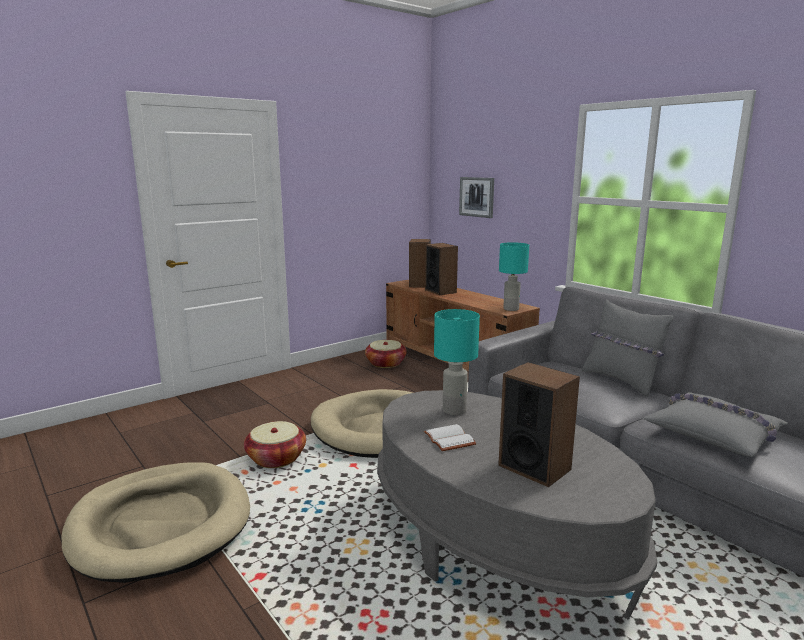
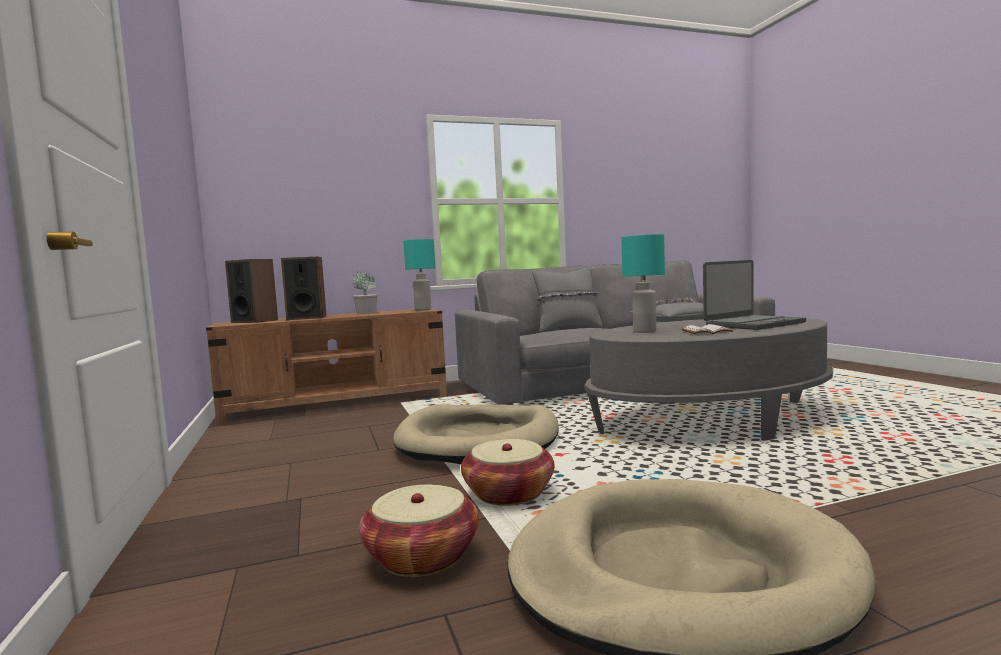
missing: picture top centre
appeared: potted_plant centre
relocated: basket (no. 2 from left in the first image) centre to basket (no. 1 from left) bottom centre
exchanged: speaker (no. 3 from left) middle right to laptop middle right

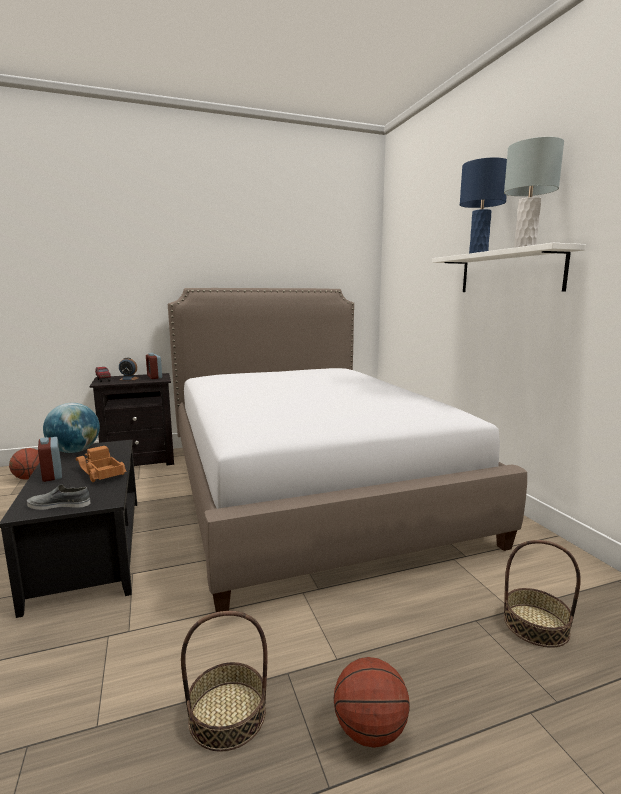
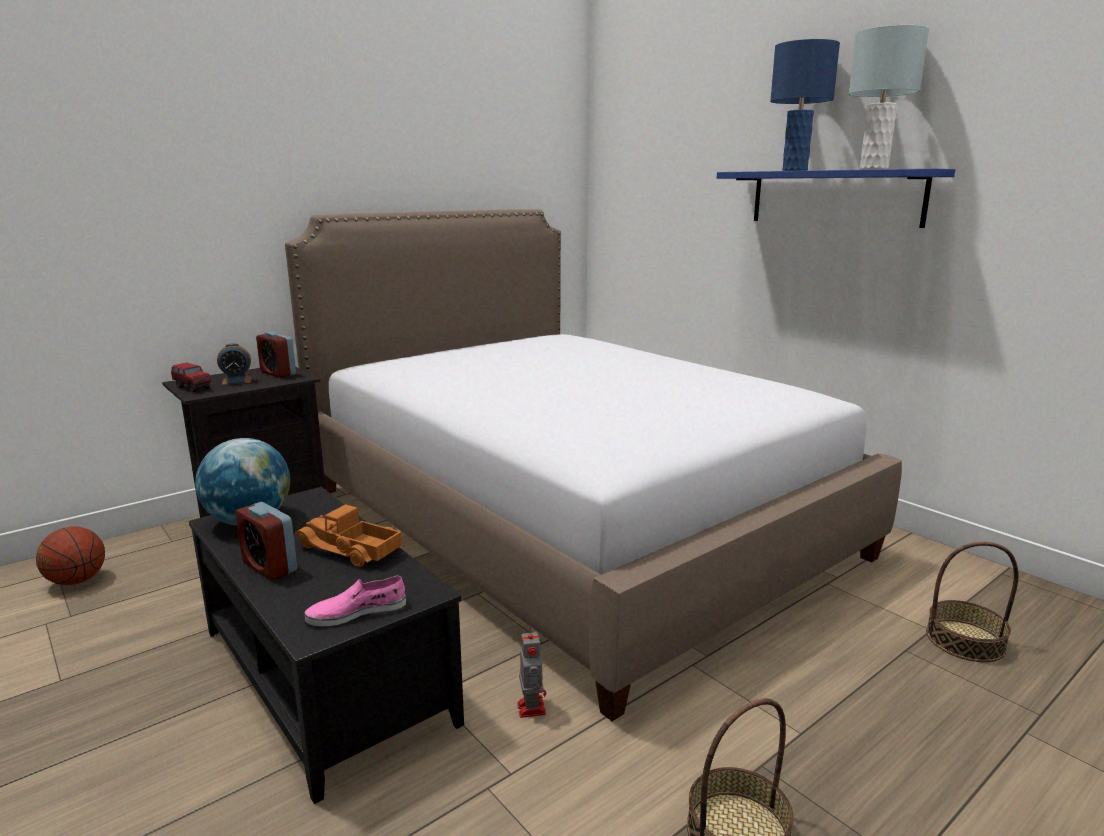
missing: basketball (no. 2 from left) bottom centre
appeared: toy_robot bottom centre
colour: white_shelf middle right to blue_shelf top right; grey_shoe middle left to pink_shoe bottom left

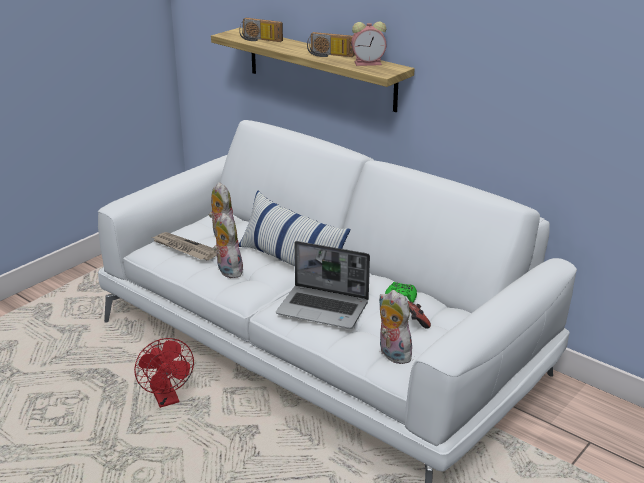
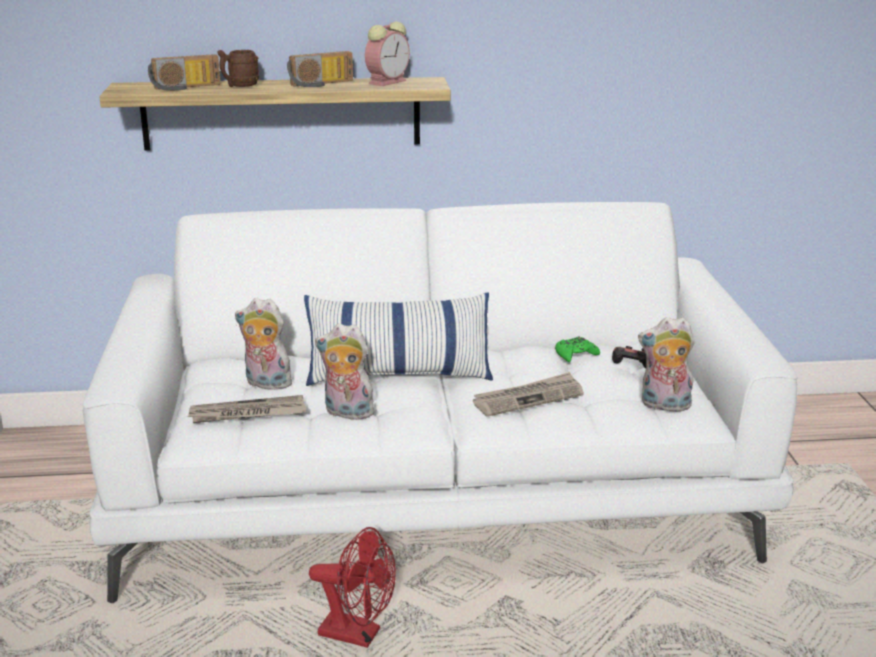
appeared: brown_mug top left
exchanged: laptop centre to newspaper (no. 2 from left) centre

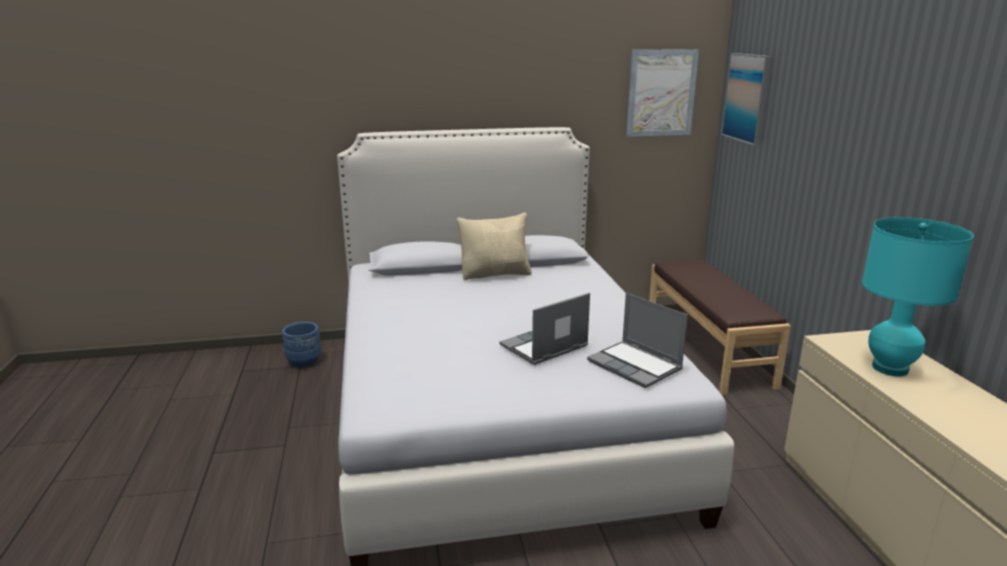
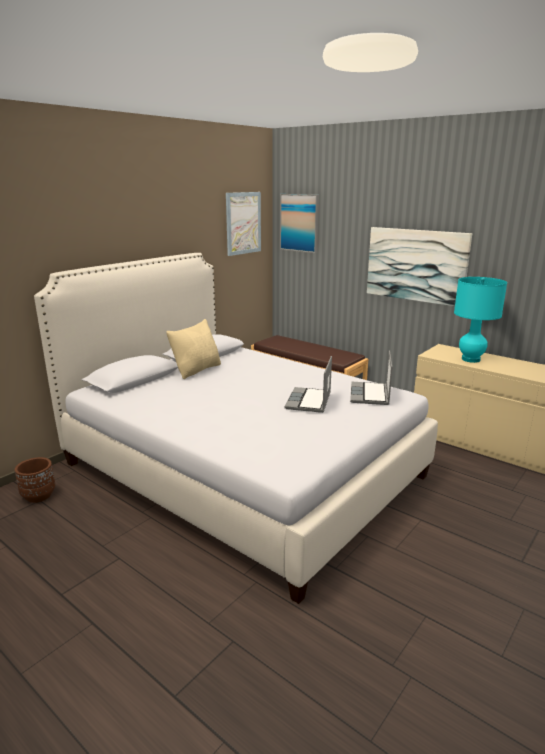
appeared: picture (no. 3 from left) middle right
colour: blue_planter middle left to brown_planter middle left
spun: laptop (no. 2 from left) centre = middle right 90 degrees clockwise

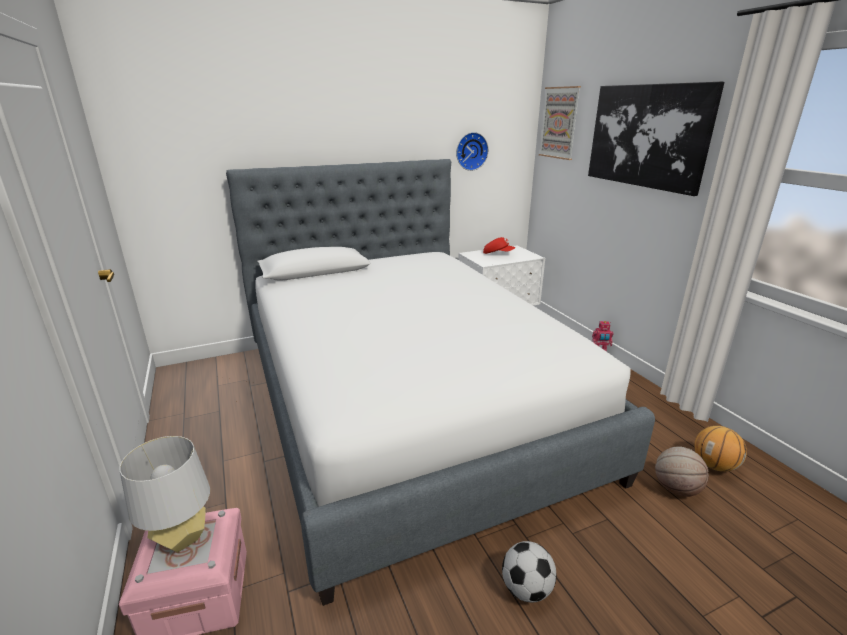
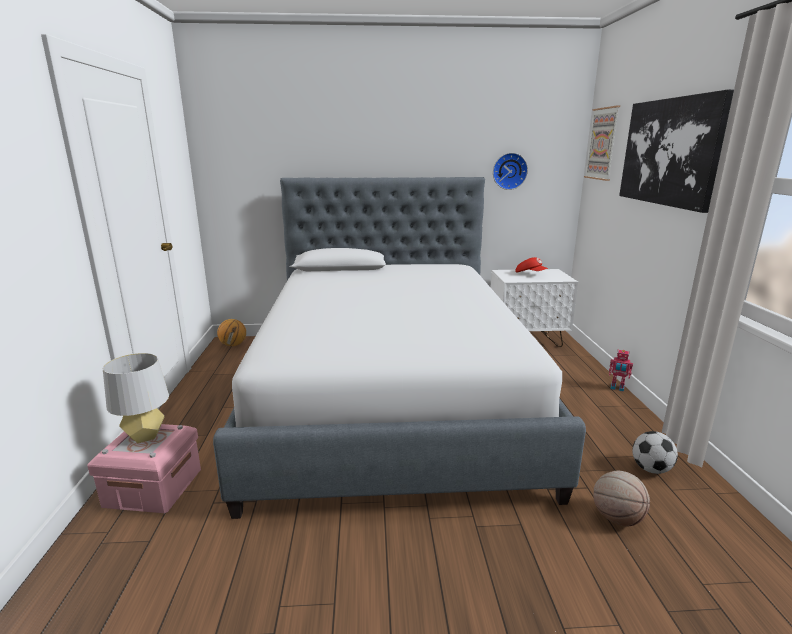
relocated: basketball (no. 2 from left in the first image) bottom right to basketball (no. 1 from left) middle left; football bottom centre to bottom right

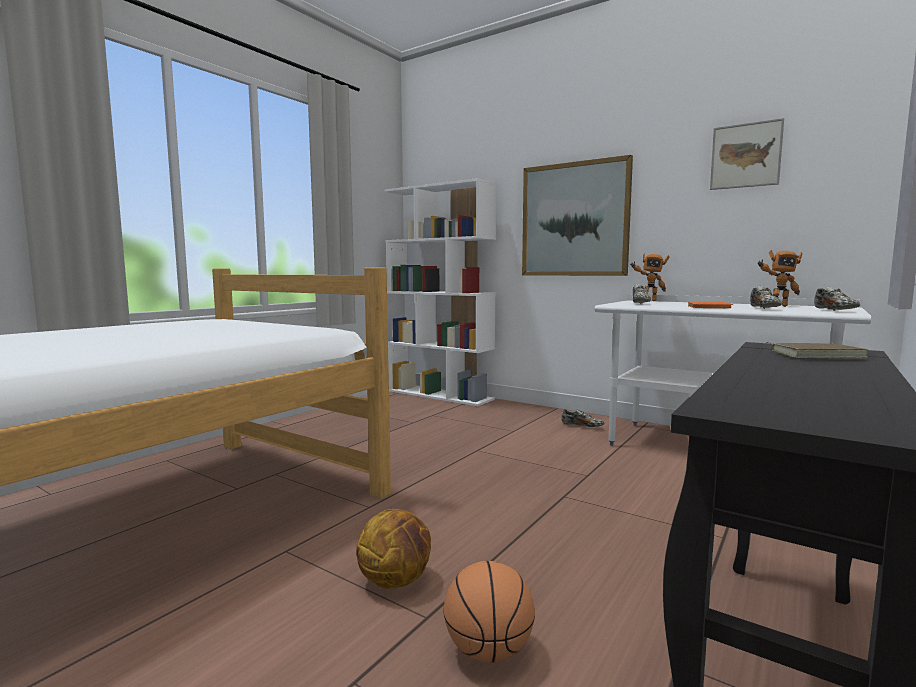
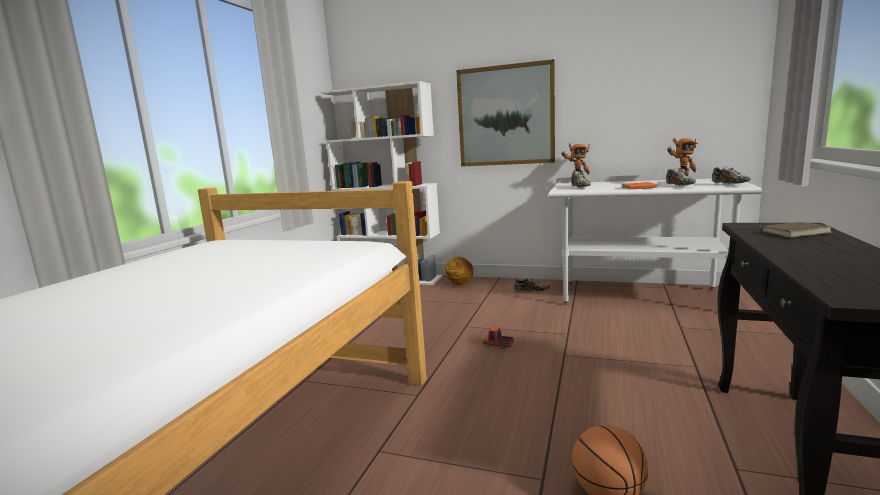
missing: picture (no. 2 from left) top right
appeared: toy_truck bottom centre
relocated: basketball (no. 1 from left) bottom centre to centre

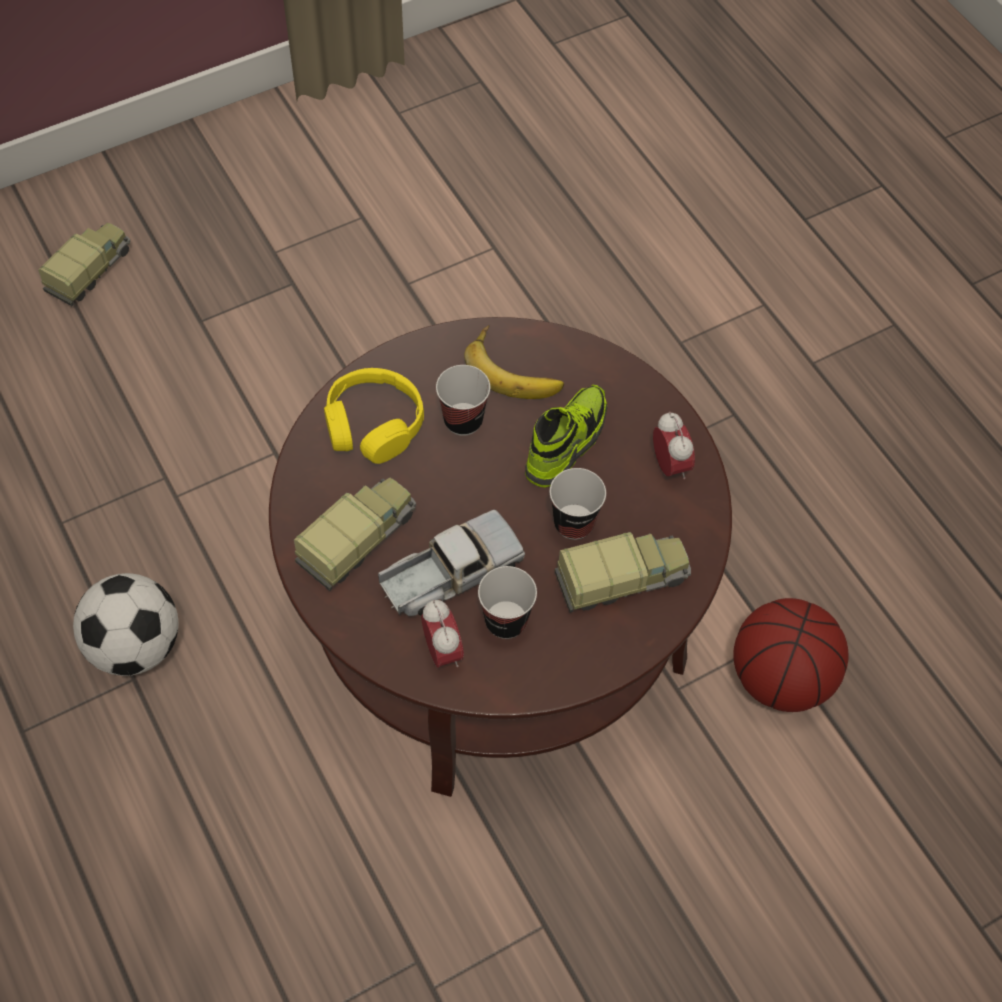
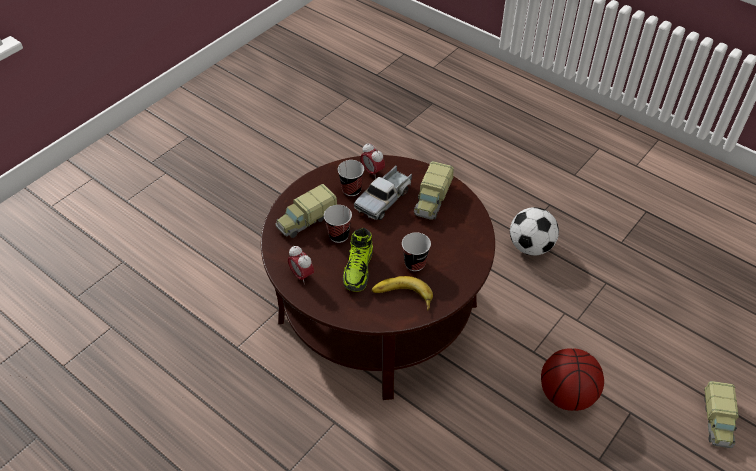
missing: yellow_headphones centre
relocated: basketball middle right to bottom right

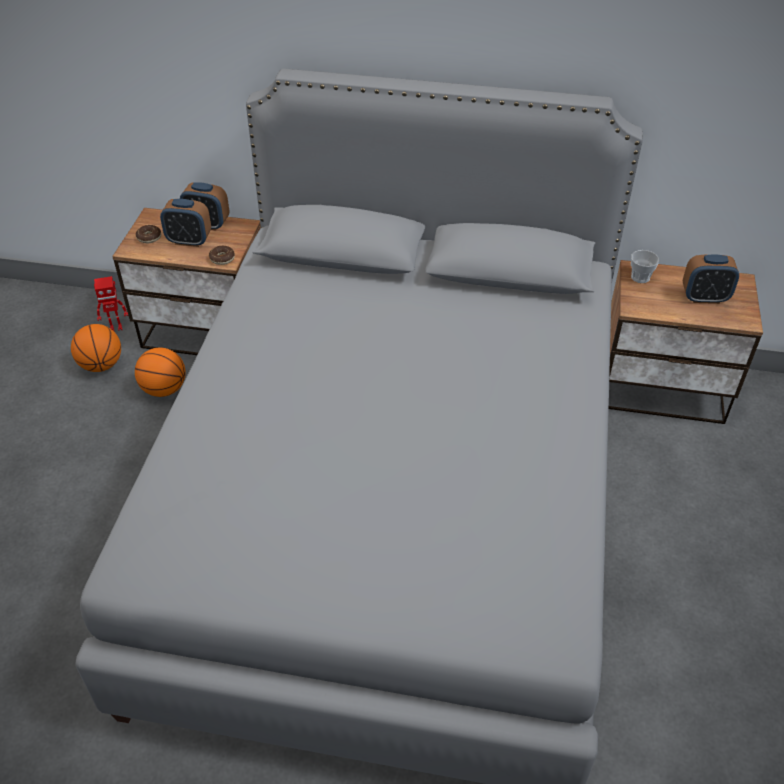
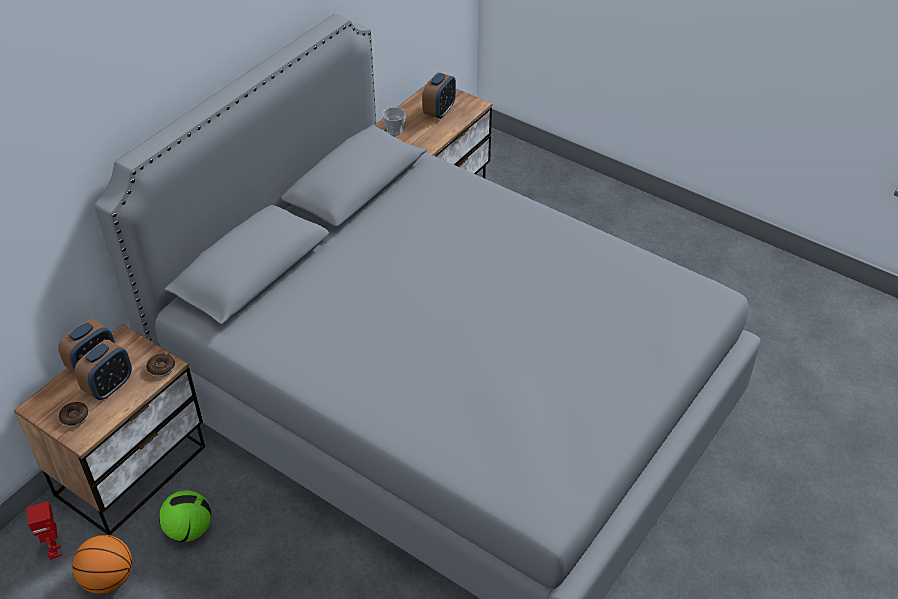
exchanged: basketball (no. 2 from left) middle left to football bottom left
spun: toy_robot middle left = bottom left 150 degrees clockwise

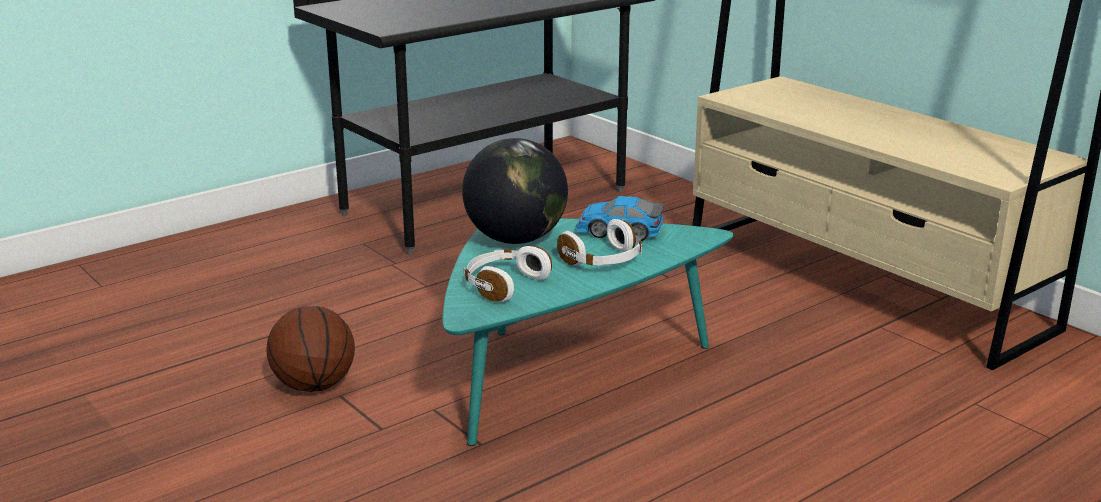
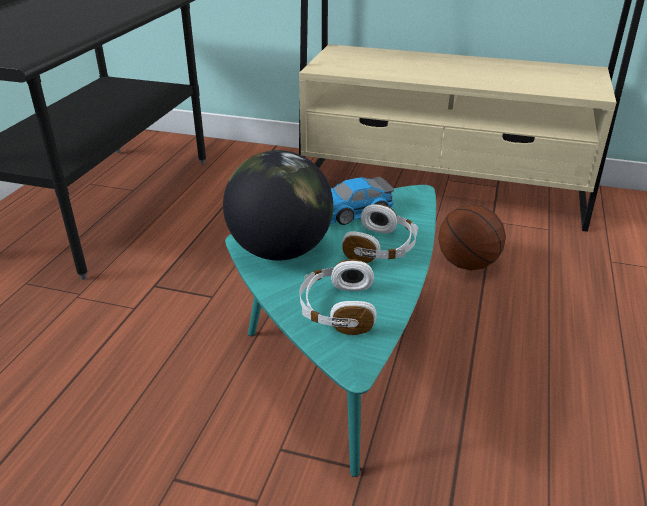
relocated: basketball bottom left to middle right

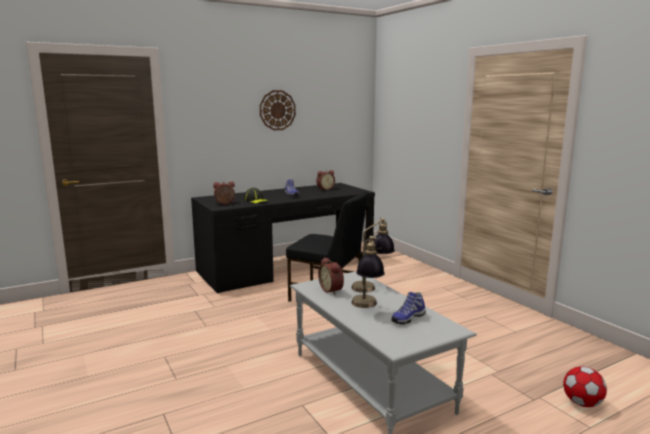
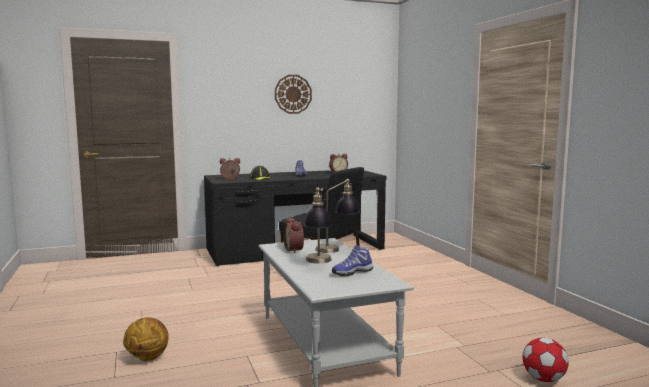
appeared: basketball bottom left

